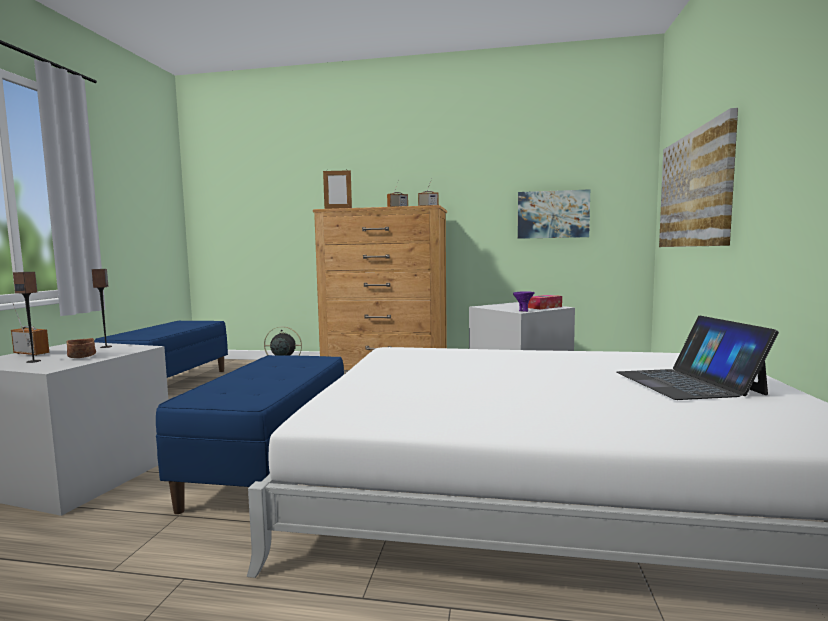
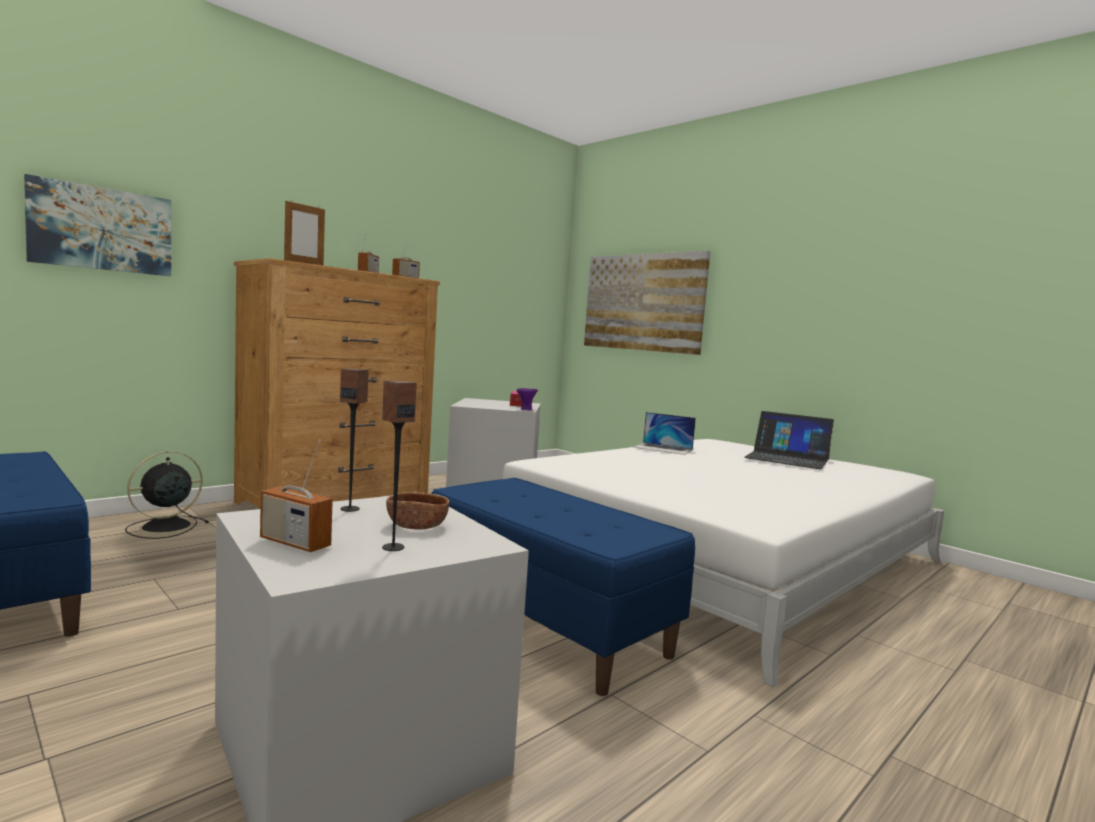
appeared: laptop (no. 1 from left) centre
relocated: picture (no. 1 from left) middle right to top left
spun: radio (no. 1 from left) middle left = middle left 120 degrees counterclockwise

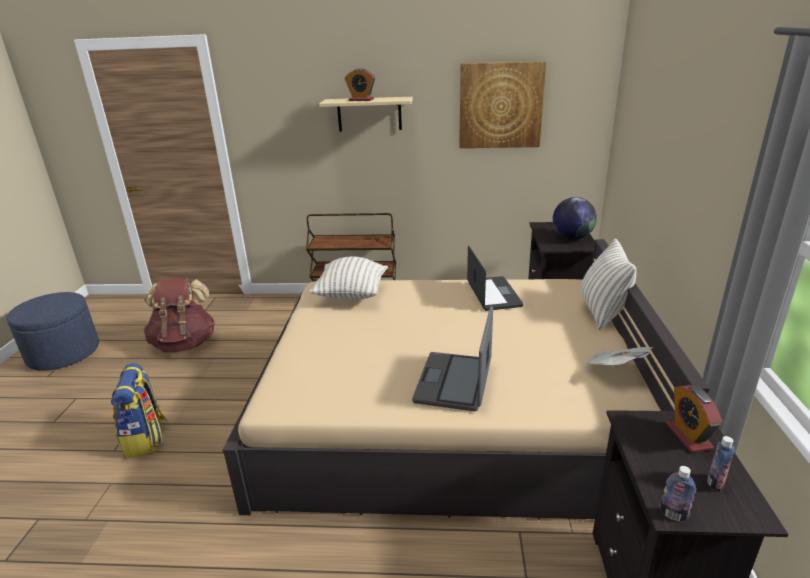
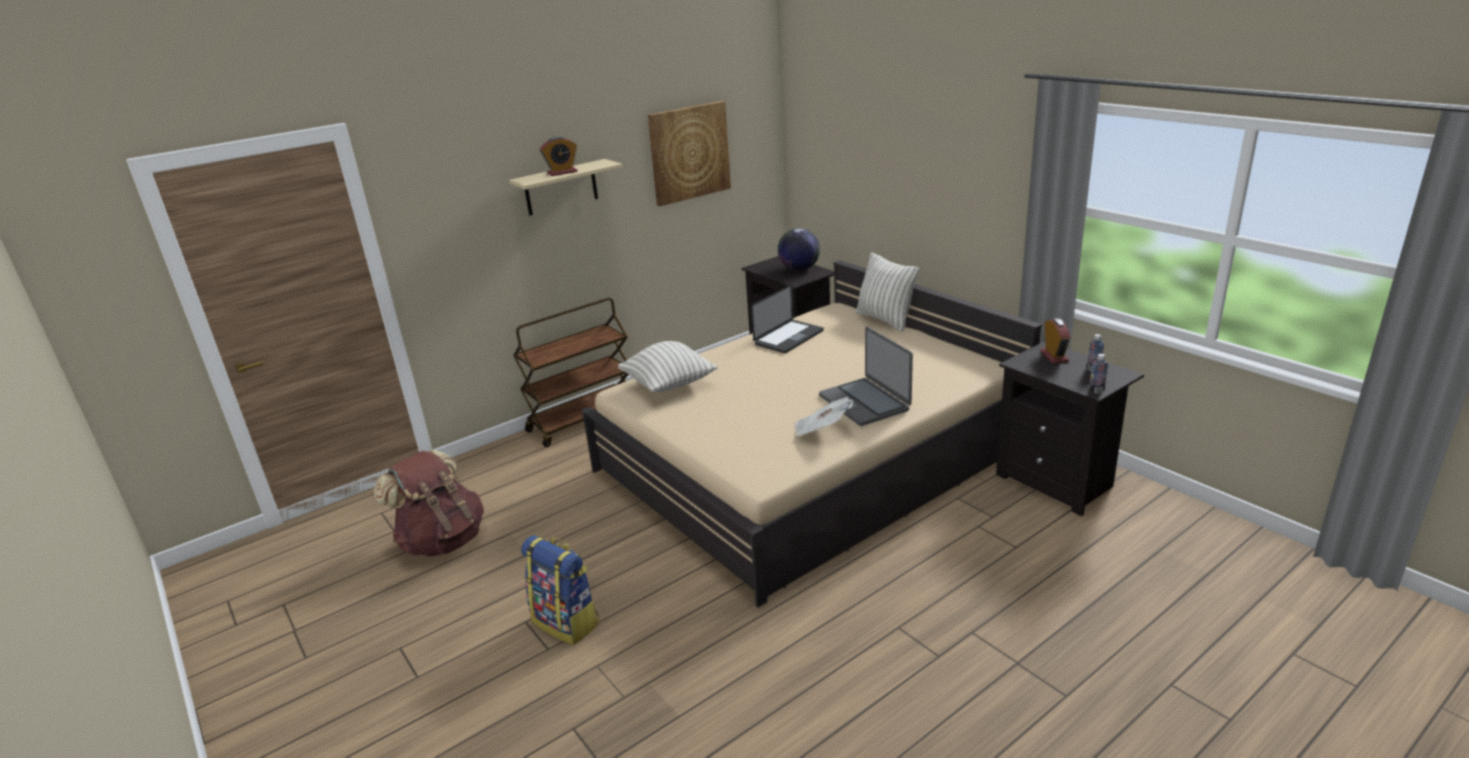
missing: blue_ottoman middle left
relocated: newspaper middle right to centre
spun: laptop (no. 2 from left in the first image) centre = centre 90 degrees clockwise; alarm_clock (no. 2 from left) bottom right = middle right 135 degrees counterclockwise

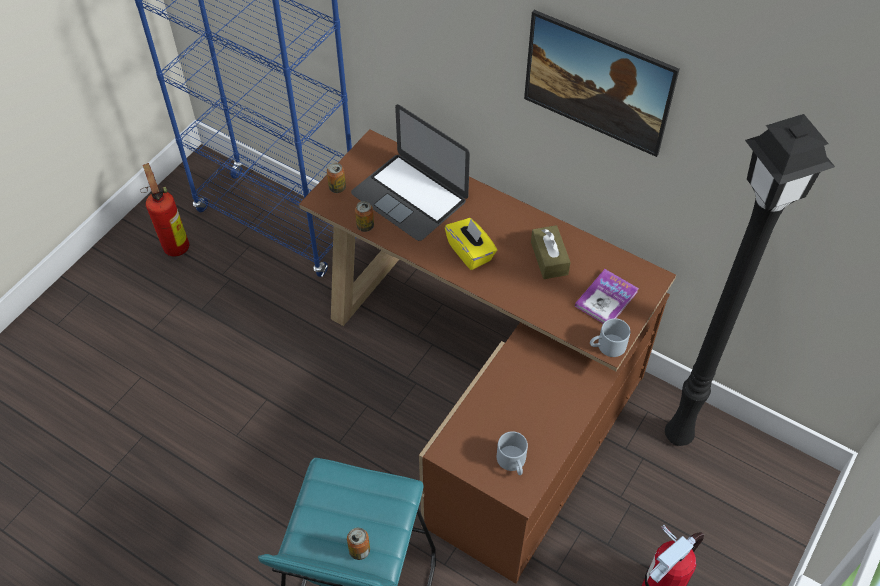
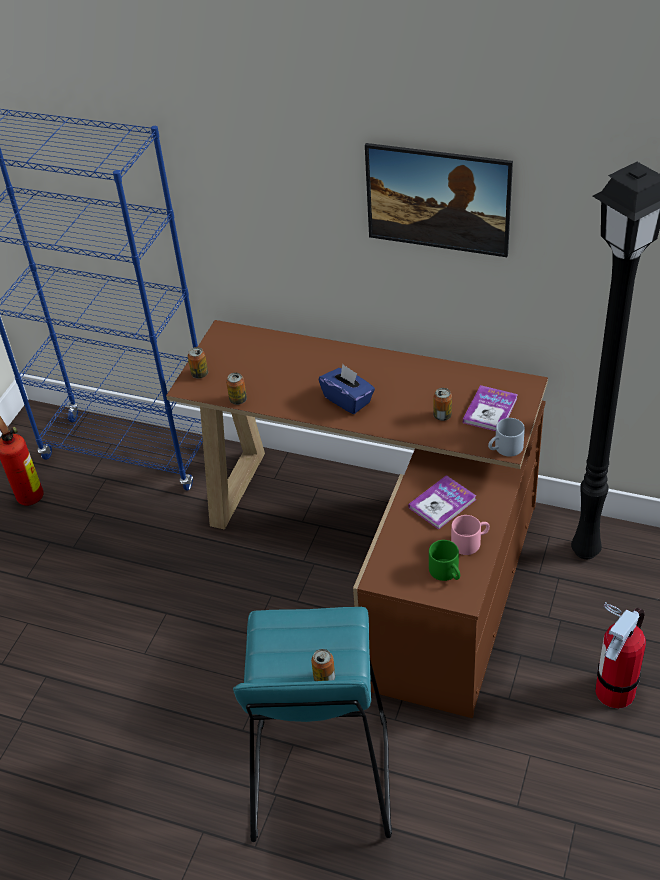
missing: laptop top centre; brown_tissue_box centre
appeared: can (no. 4 from left) middle right; book (no. 1 from left) middle right; pink_mug middle right
colour: yellow_tissue_box centre to blue_tissue_box centre; grey_mug (no. 1 from left) bottom centre to green_mug middle right

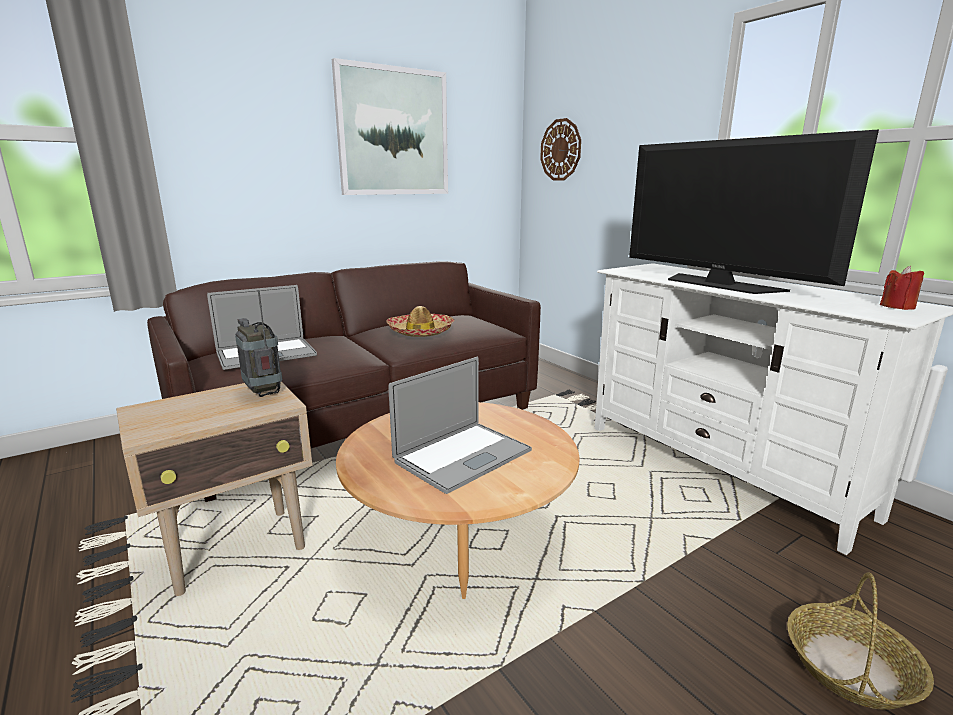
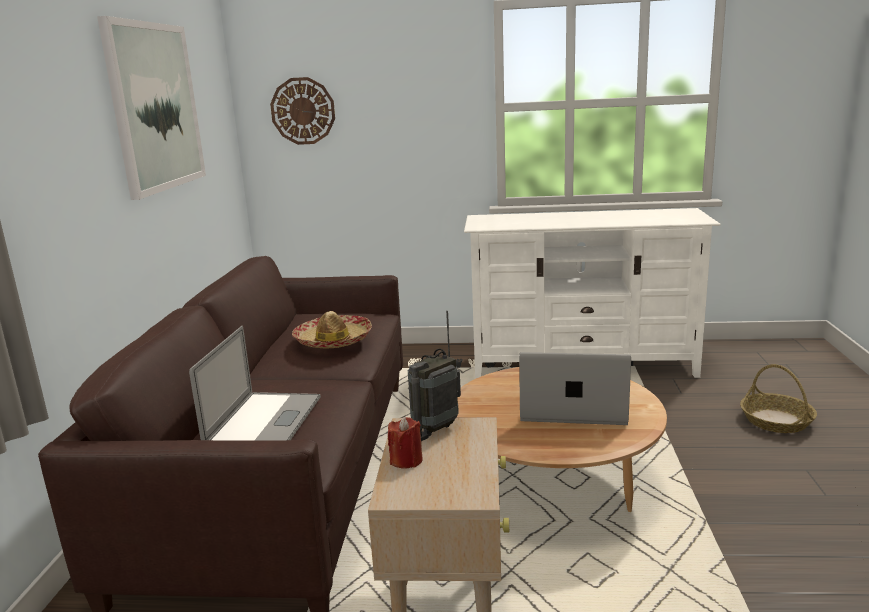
missing: television top right
relocated: red_candle middle right to bottom centre
spun: radio middle left = centre 45 degrees counterclockwise; laptop (no. 2 from left) centre = centre 75 degrees counterclockwise

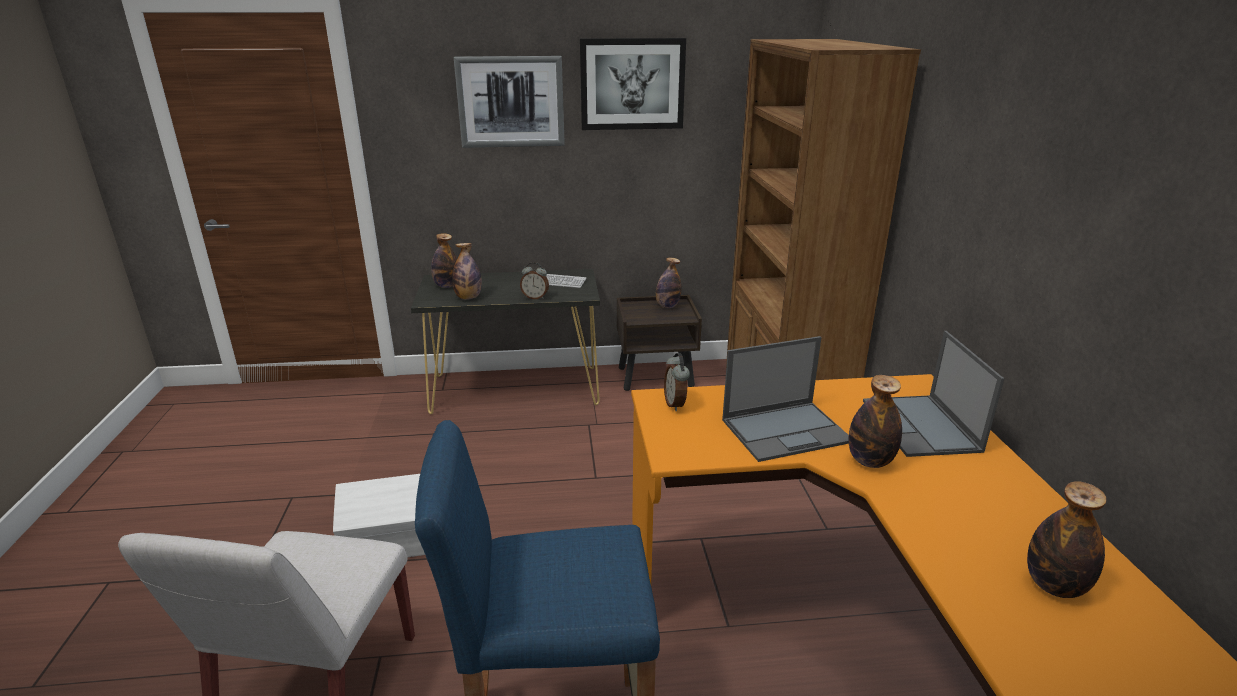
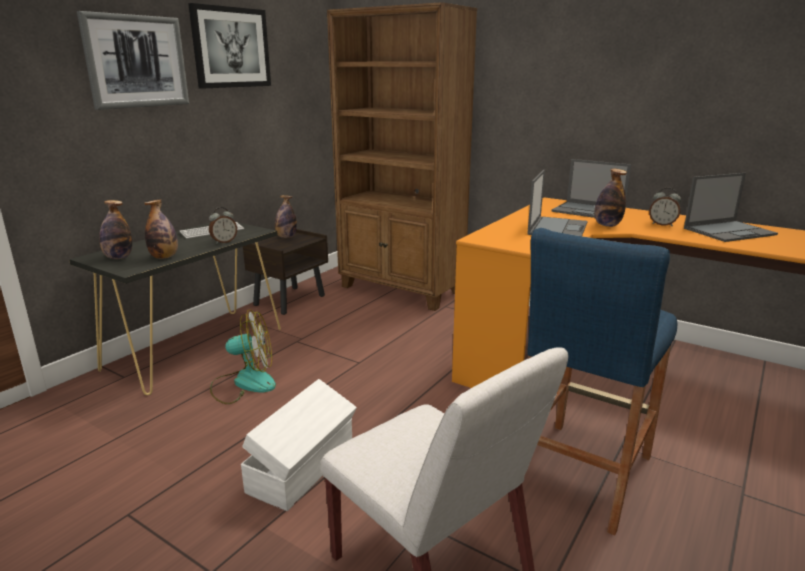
appeared: fan middle left
relocated: alarm_clock (no. 2 from left) centre to middle right
exchanged: bottle (no. 5 from left) bottom right to laptop (no. 3 from left) middle right

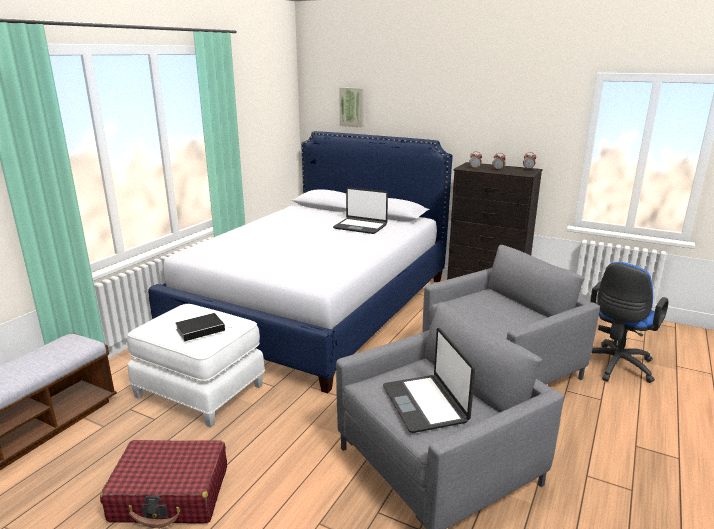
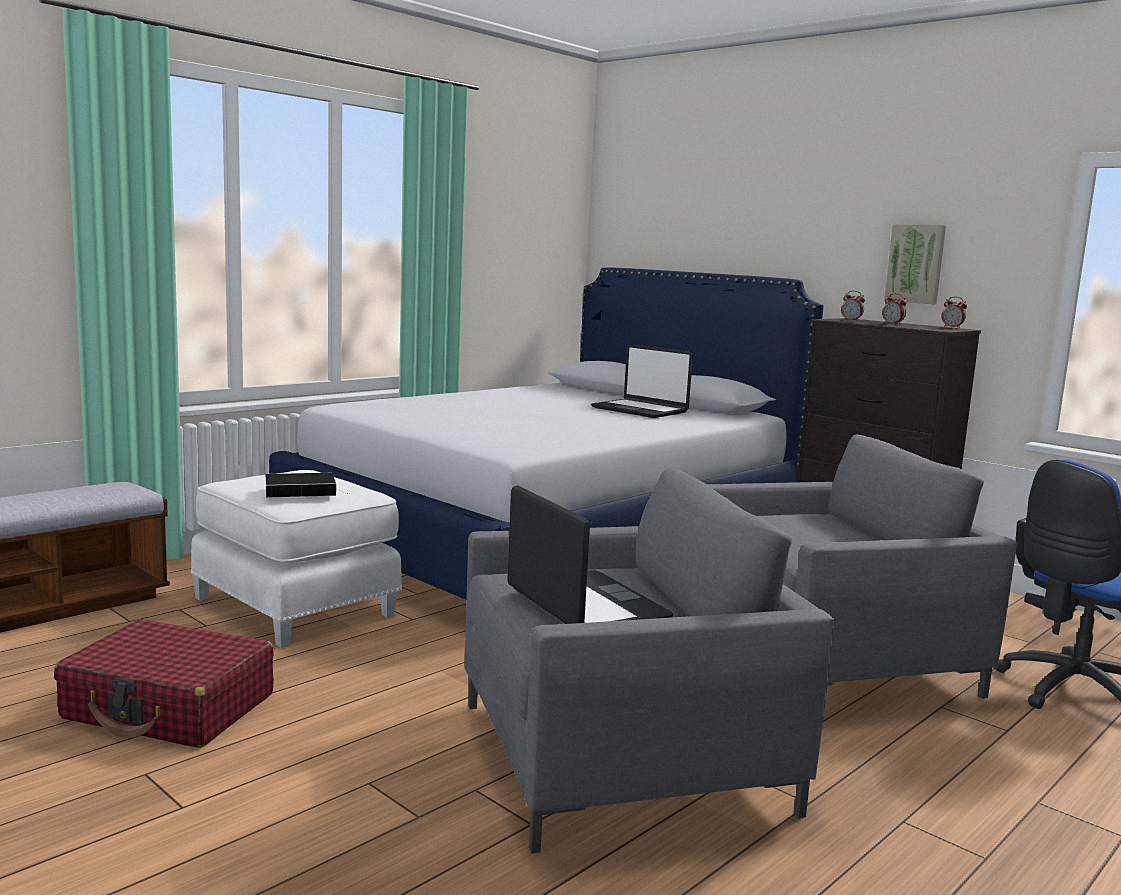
relocated: picture top centre to top right
spun: laptop (no. 2 from left in the first image) bottom centre = centre 150 degrees clockwise

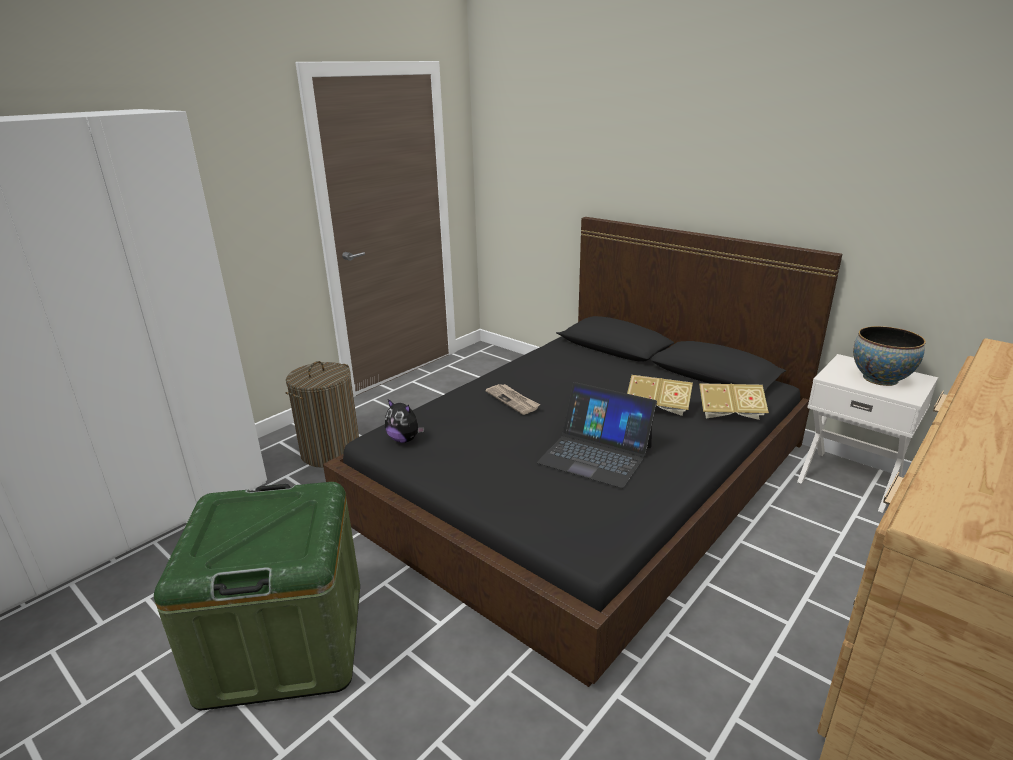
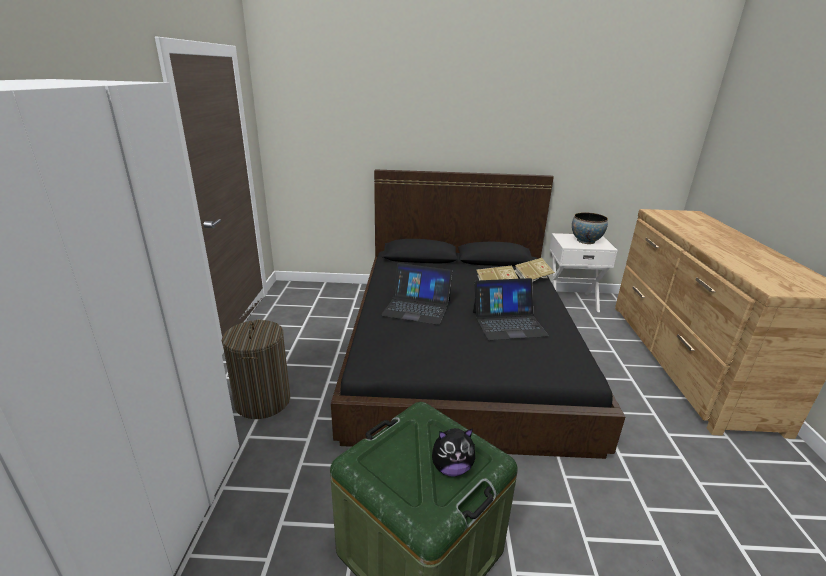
relocated: plush_toy centre to bottom centre
exchanged: newspaper centre to laptop (no. 1 from left) centre

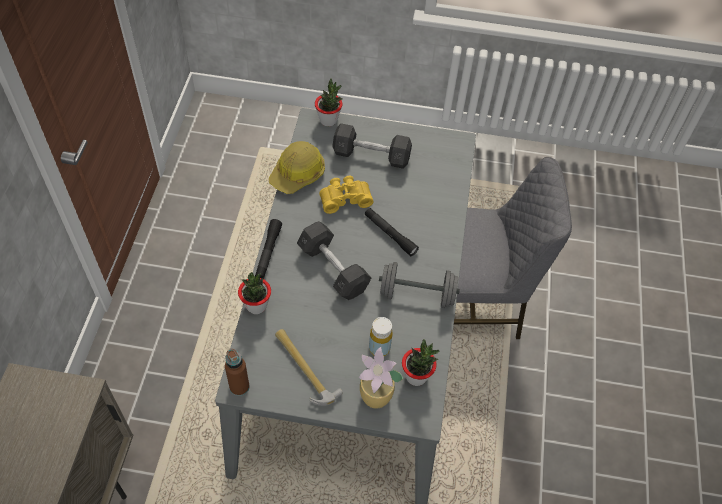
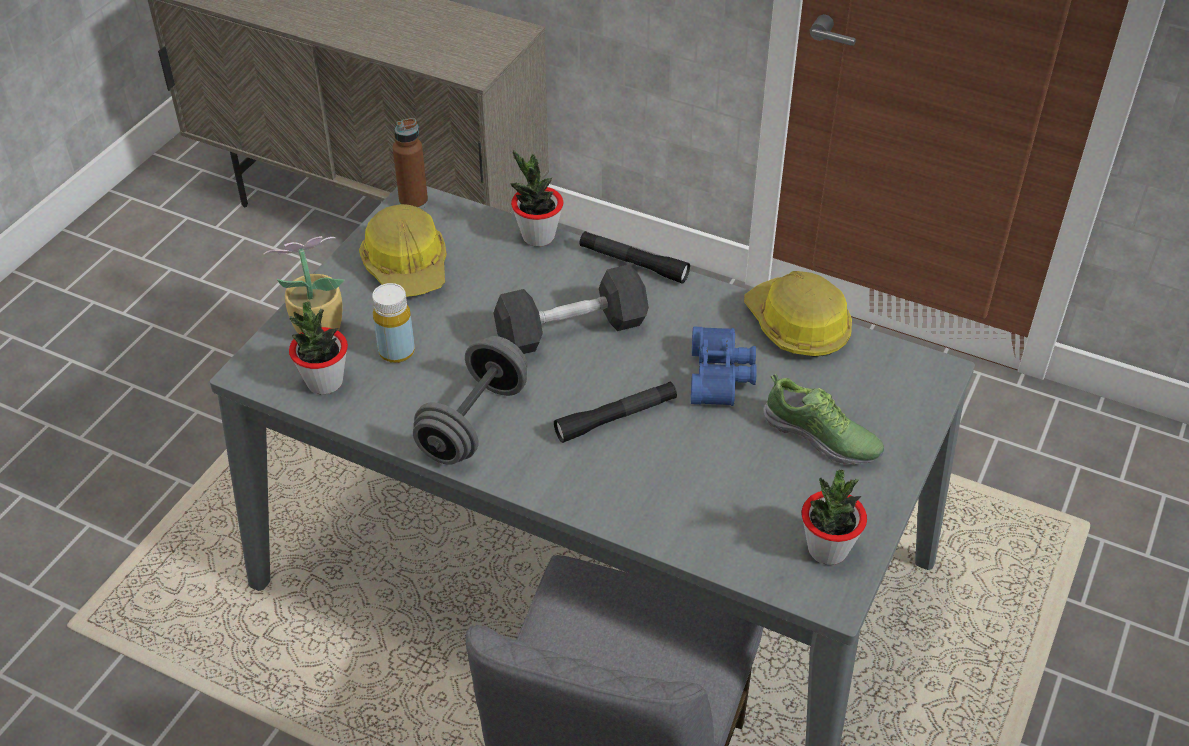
relocated: potted_plant (no. 2 from left in the first image) top centre to potted_plant (no. 4 from left) bottom right
exchanged: grey_dumbbell (no. 2 from left) top centre to shoe middle right; hammer bottom centre to hard_hat (no. 1 from left) centre
colour: yellow_binoculars centre to blue_binoculars centre

